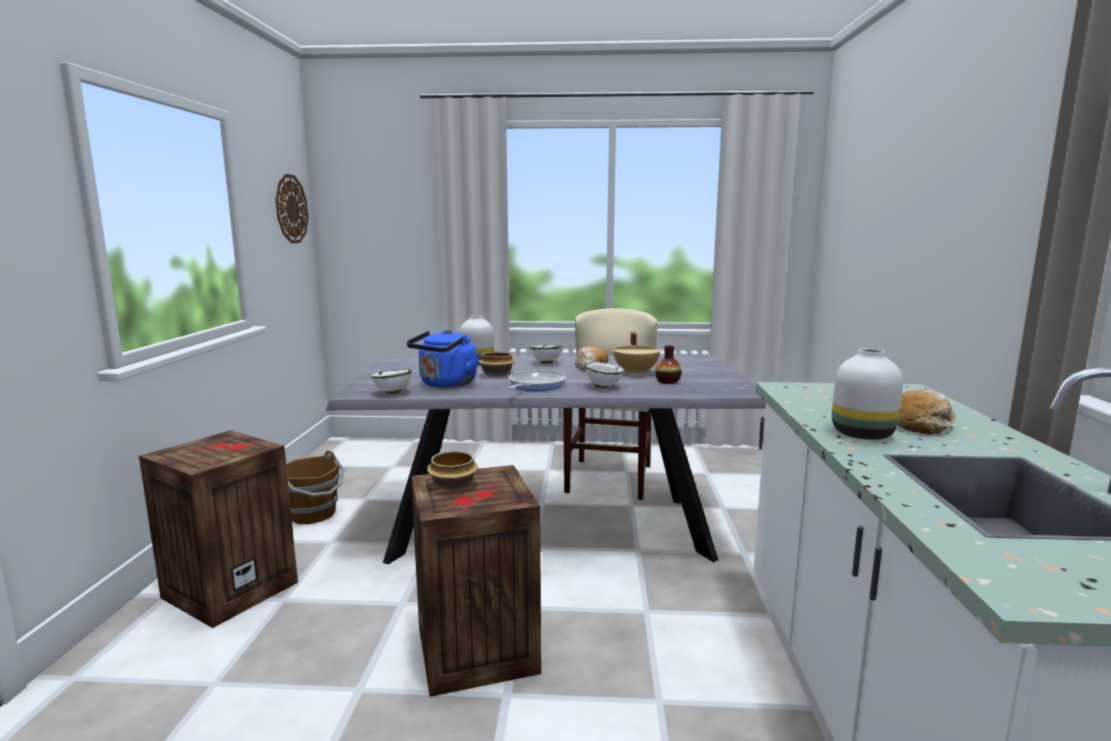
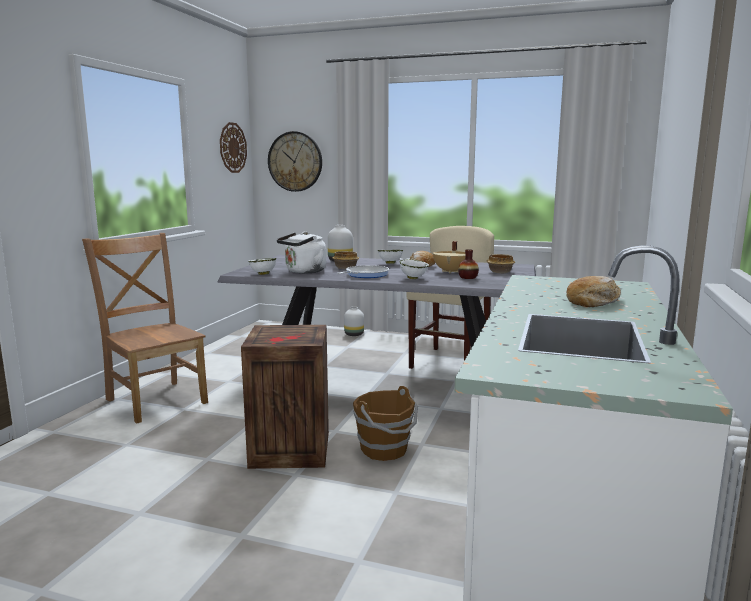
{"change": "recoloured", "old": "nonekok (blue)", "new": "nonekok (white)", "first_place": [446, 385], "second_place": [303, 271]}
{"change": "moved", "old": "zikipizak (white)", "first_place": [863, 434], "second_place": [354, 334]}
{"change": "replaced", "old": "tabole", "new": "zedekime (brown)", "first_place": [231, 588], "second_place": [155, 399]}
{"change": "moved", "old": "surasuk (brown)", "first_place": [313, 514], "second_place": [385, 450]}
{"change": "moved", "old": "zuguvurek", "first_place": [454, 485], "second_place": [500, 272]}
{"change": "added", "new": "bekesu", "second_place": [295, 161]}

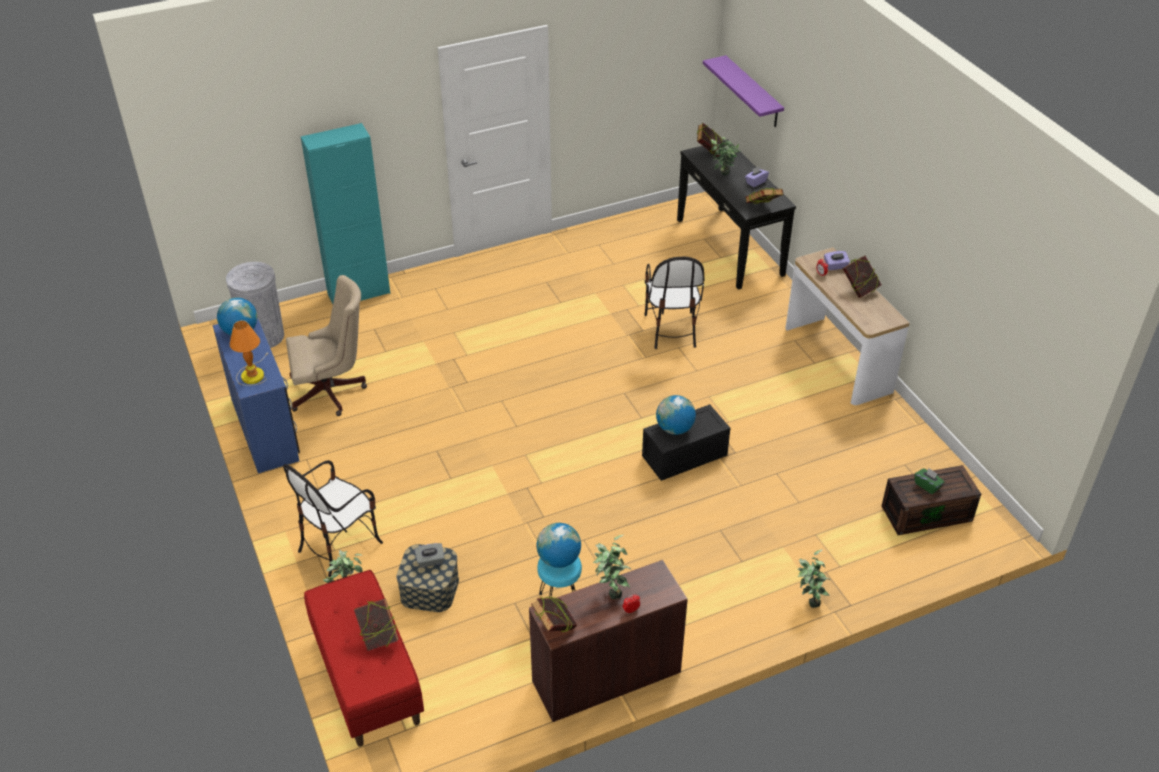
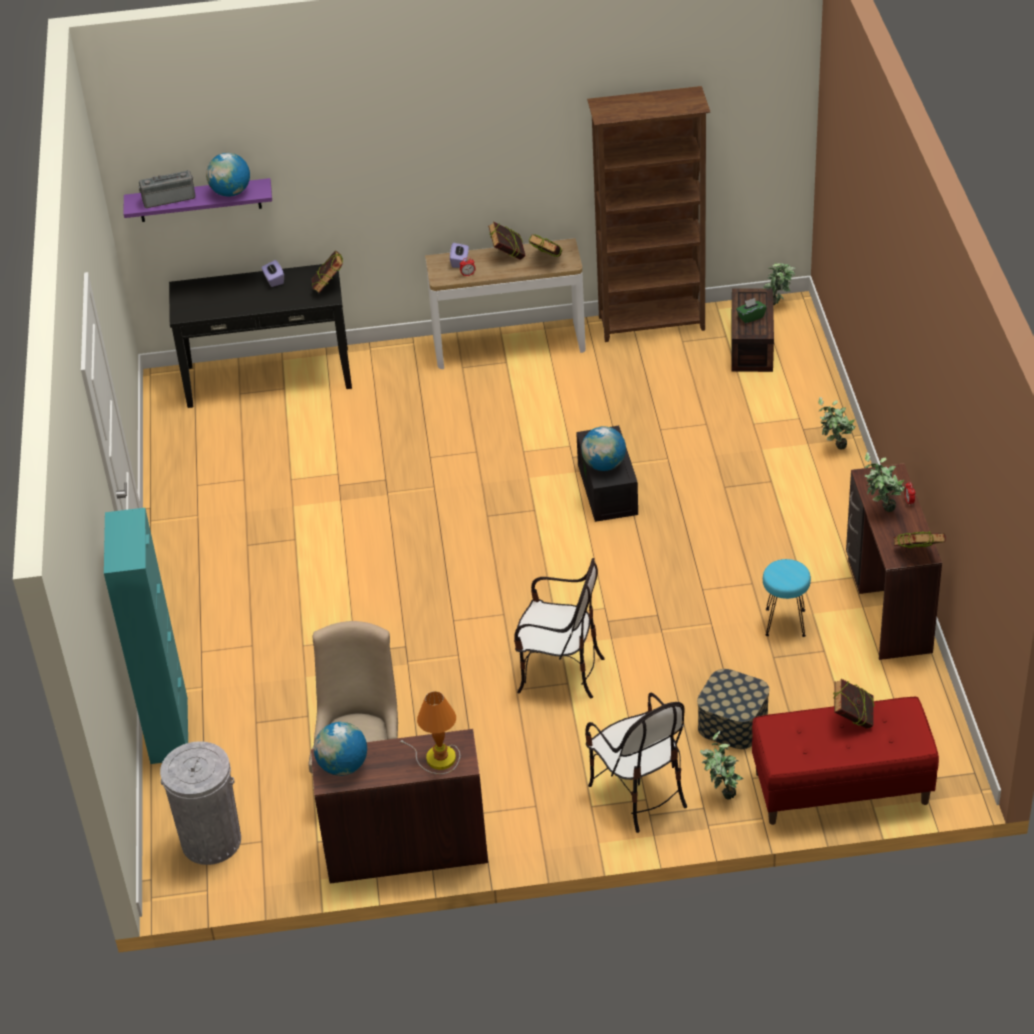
{"change": "moved", "old": "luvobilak", "first_place": [708, 152], "second_place": [546, 261]}
{"change": "moved", "old": "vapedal", "first_place": [723, 176], "second_place": [777, 305]}
{"change": "moved", "old": "zedekime", "first_place": [671, 330], "second_place": [559, 673]}
{"change": "recoloured", "old": "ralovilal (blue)", "new": "ralovilal (brown)", "first_place": [266, 428], "second_place": [405, 849]}
{"change": "moved", "old": "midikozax", "first_place": [558, 559], "second_place": [231, 192]}
{"change": "removed", "old": "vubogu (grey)", "first_place": [430, 561]}
{"change": "added", "new": "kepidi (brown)", "second_place": [652, 324]}
{"change": "added", "new": "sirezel", "second_place": [168, 198]}

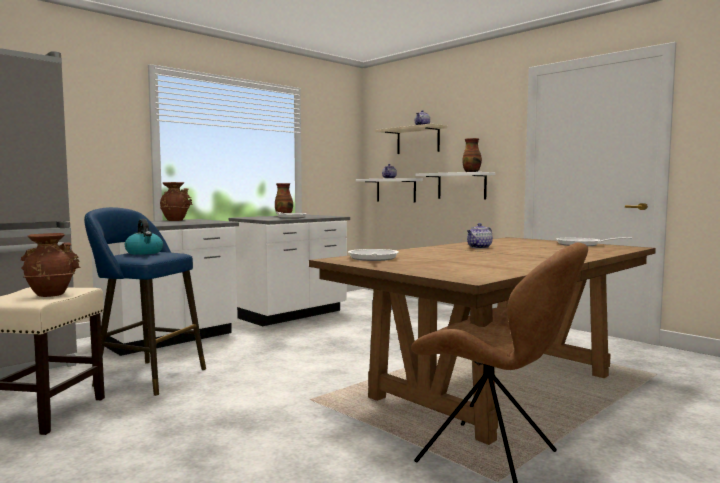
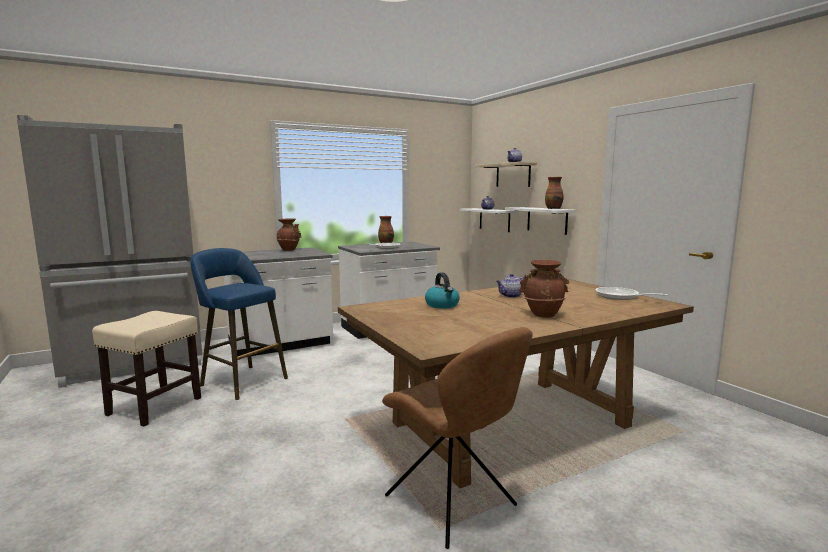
{"change": "moved", "old": "nonekok", "first_place": [144, 253], "second_place": [442, 305]}
{"change": "moved", "old": "zikipizak (brown)", "first_place": [50, 294], "second_place": [543, 314]}
{"change": "removed", "old": "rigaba", "first_place": [372, 259]}

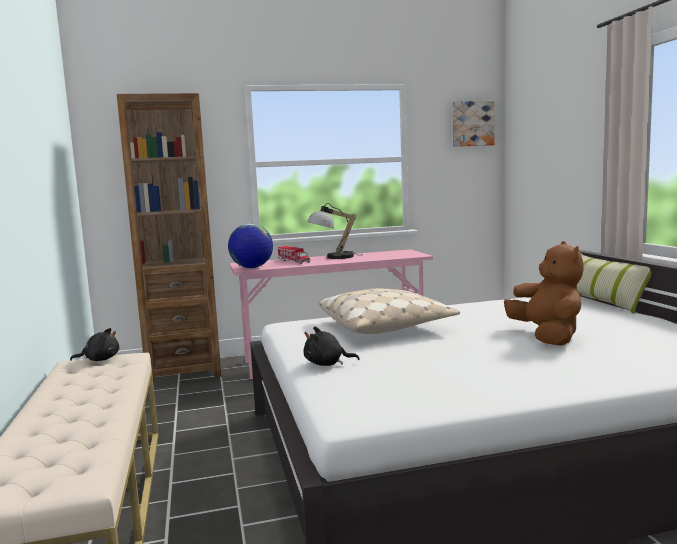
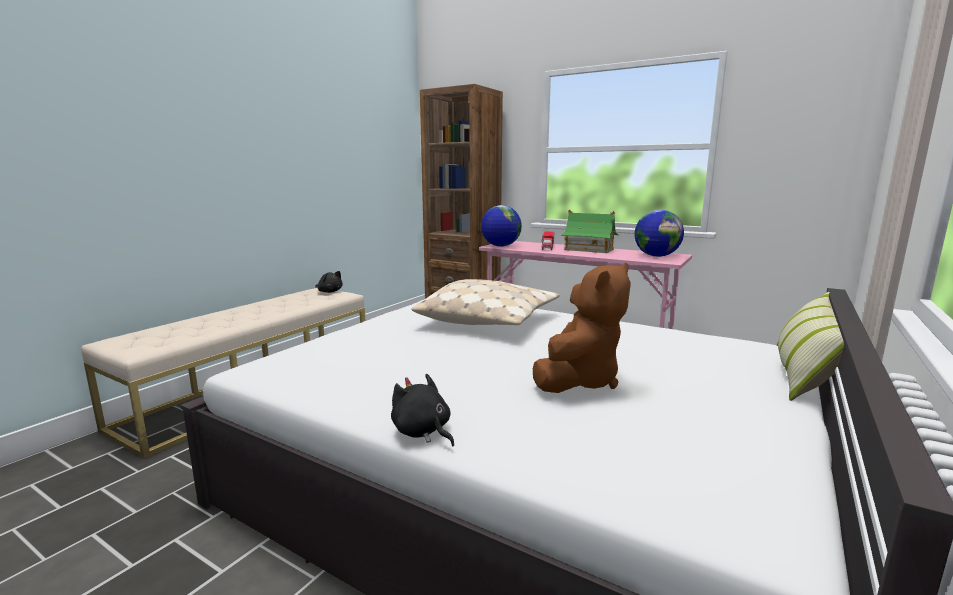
{"change": "removed", "old": "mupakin", "first_place": [472, 124]}
{"change": "replaced", "old": "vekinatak", "new": "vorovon", "first_place": [333, 257], "second_place": [588, 249]}
{"change": "moved", "old": "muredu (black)", "first_place": [327, 364], "second_place": [423, 432]}
{"change": "added", "new": "midikozax", "second_place": [656, 256]}

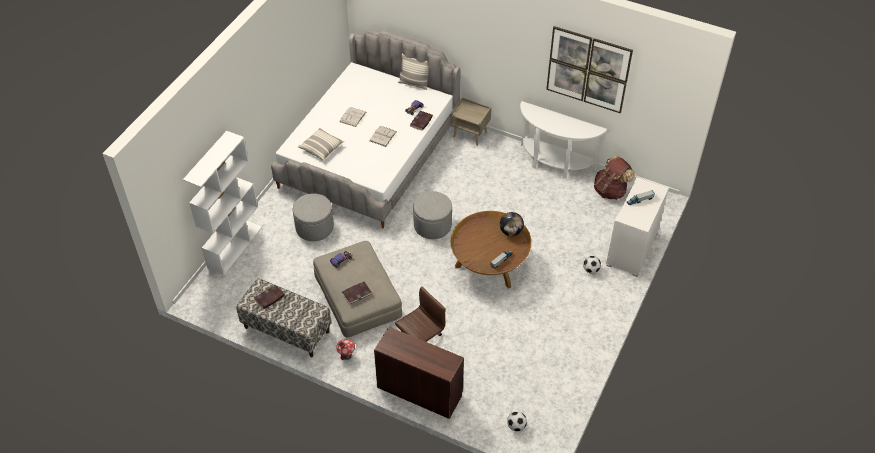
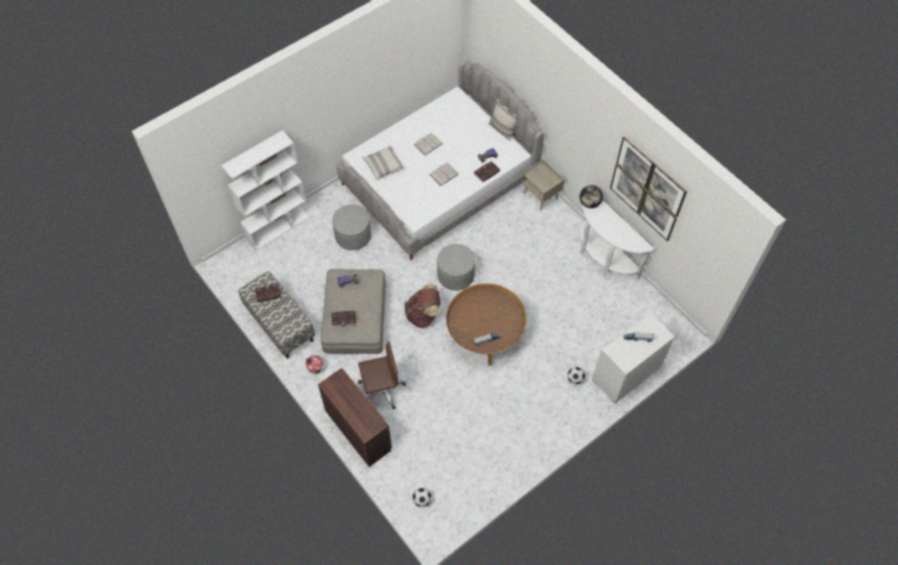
{"change": "moved", "old": "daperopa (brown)", "first_place": [610, 191], "second_place": [423, 314]}
{"change": "moved", "old": "midikozax", "first_place": [511, 232], "second_place": [589, 203]}

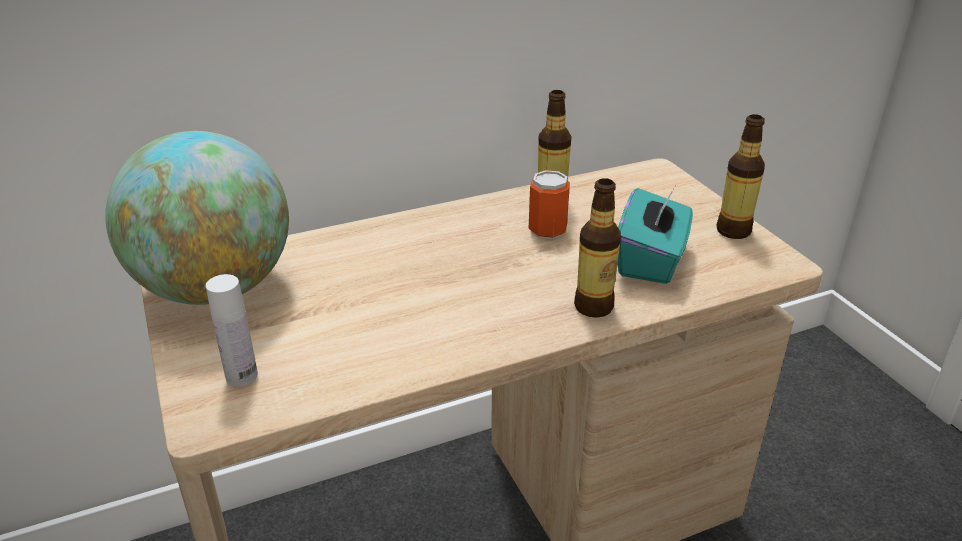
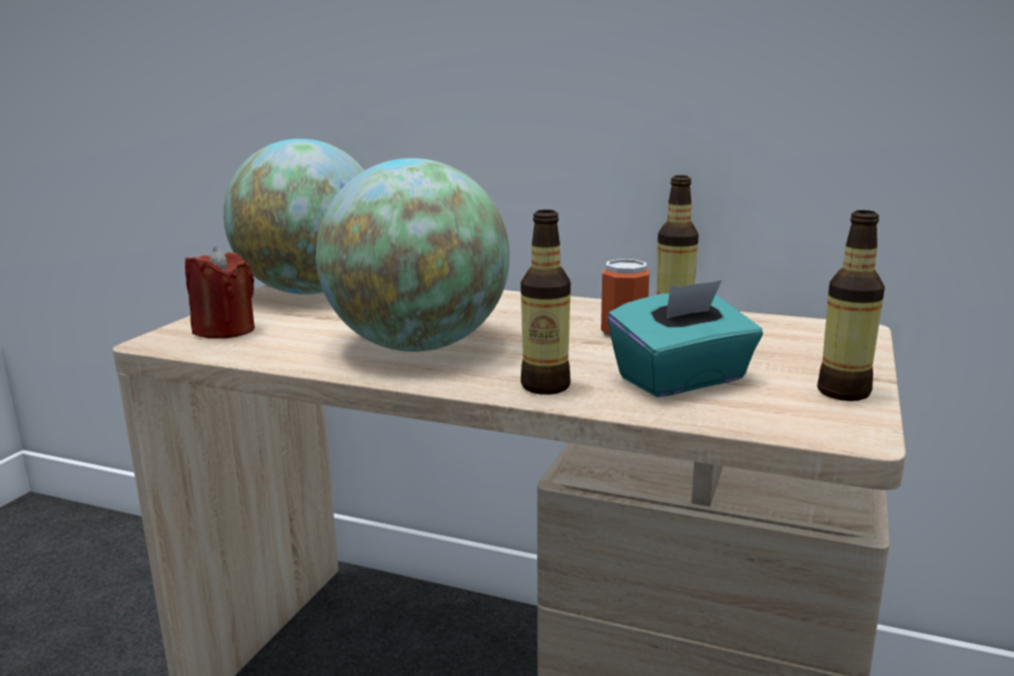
{"change": "replaced", "old": "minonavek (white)", "new": "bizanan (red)", "first_place": [241, 376], "second_place": [225, 330]}
{"change": "added", "new": "midikozax", "second_place": [418, 346]}

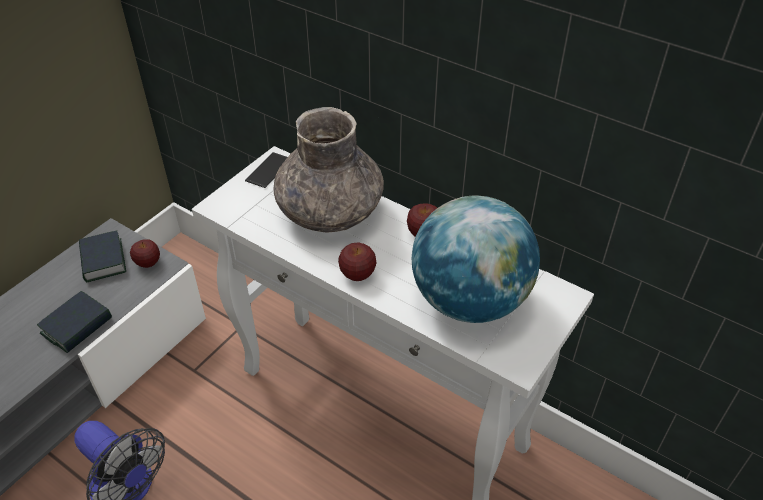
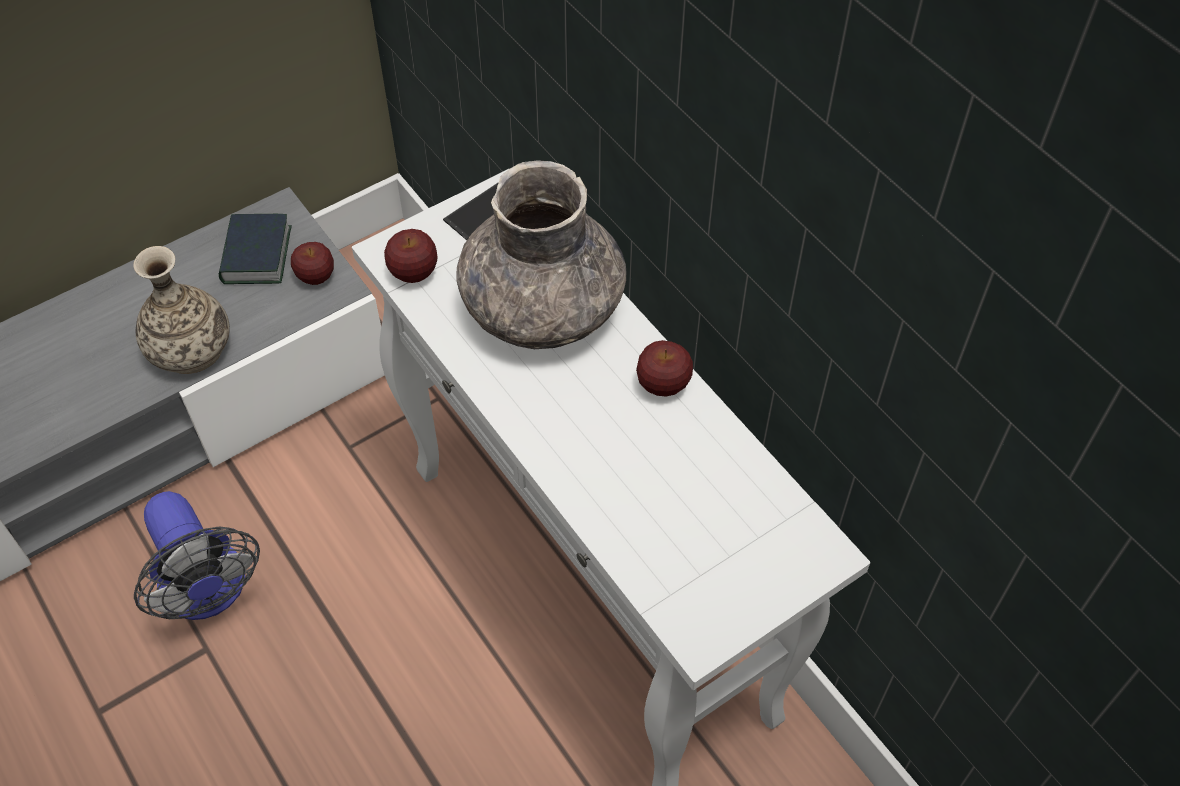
{"change": "removed", "old": "midikozax", "first_place": [470, 300]}
{"change": "moved", "old": "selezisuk", "first_place": [357, 274], "second_place": [413, 272]}
{"change": "replaced", "old": "luvobilak", "new": "zikipizak", "first_place": [77, 326], "second_place": [191, 349]}

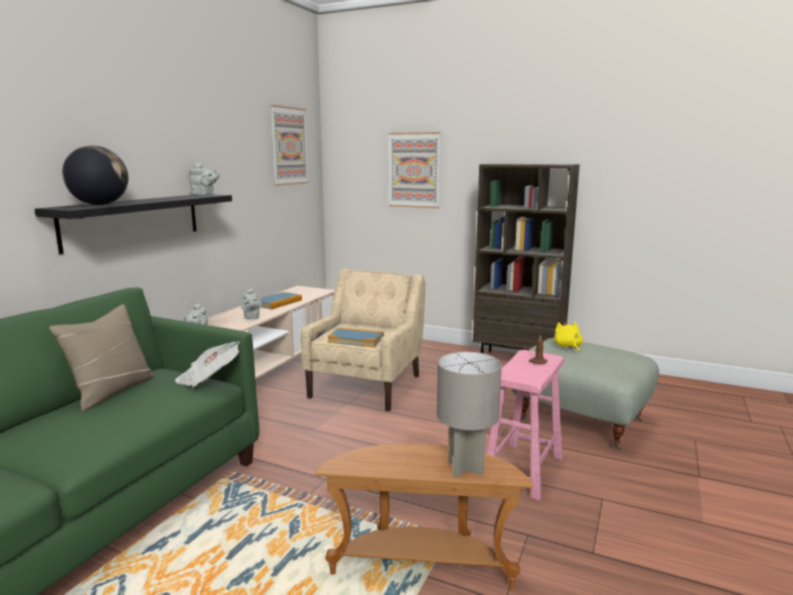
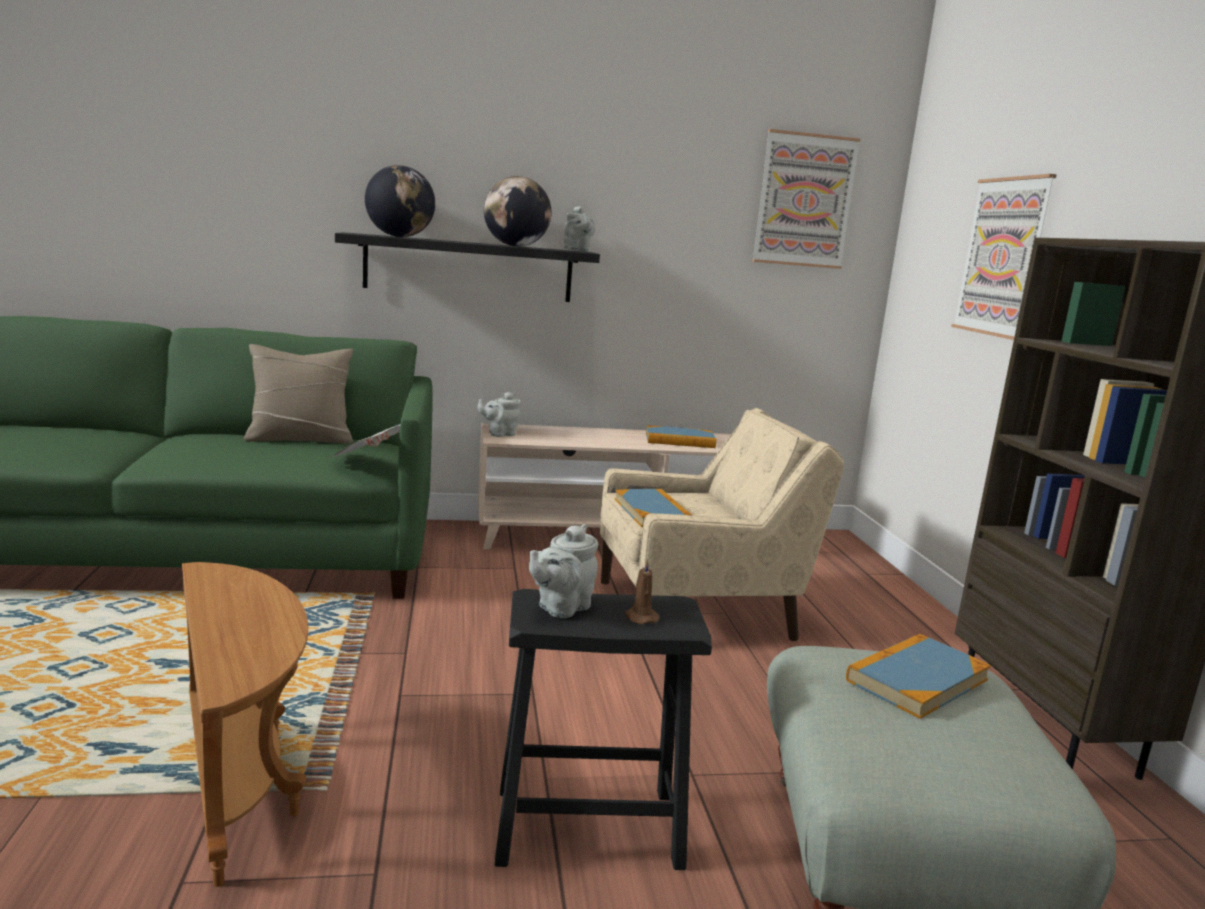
{"change": "moved", "old": "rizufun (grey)", "first_place": [251, 317], "second_place": [561, 608]}
{"change": "replaced", "old": "muredu (yellow)", "new": "luvobilak", "first_place": [568, 347], "second_place": [917, 680]}
{"change": "recoloured", "old": "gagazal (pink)", "new": "gagazal (black)", "first_place": [523, 470], "second_place": [588, 826]}
{"change": "removed", "old": "vekinatak (grey)", "first_place": [465, 467]}
{"change": "added", "new": "midikozax", "second_place": [515, 246]}

